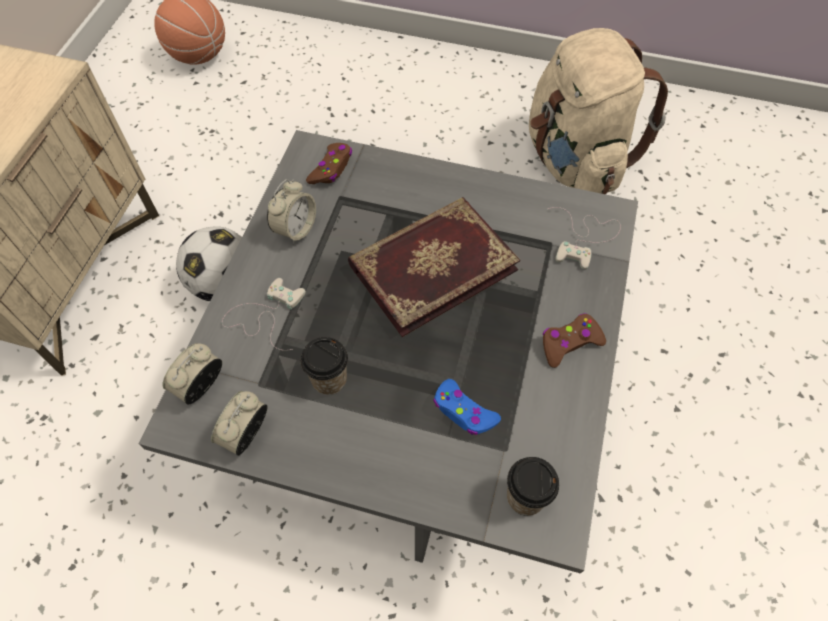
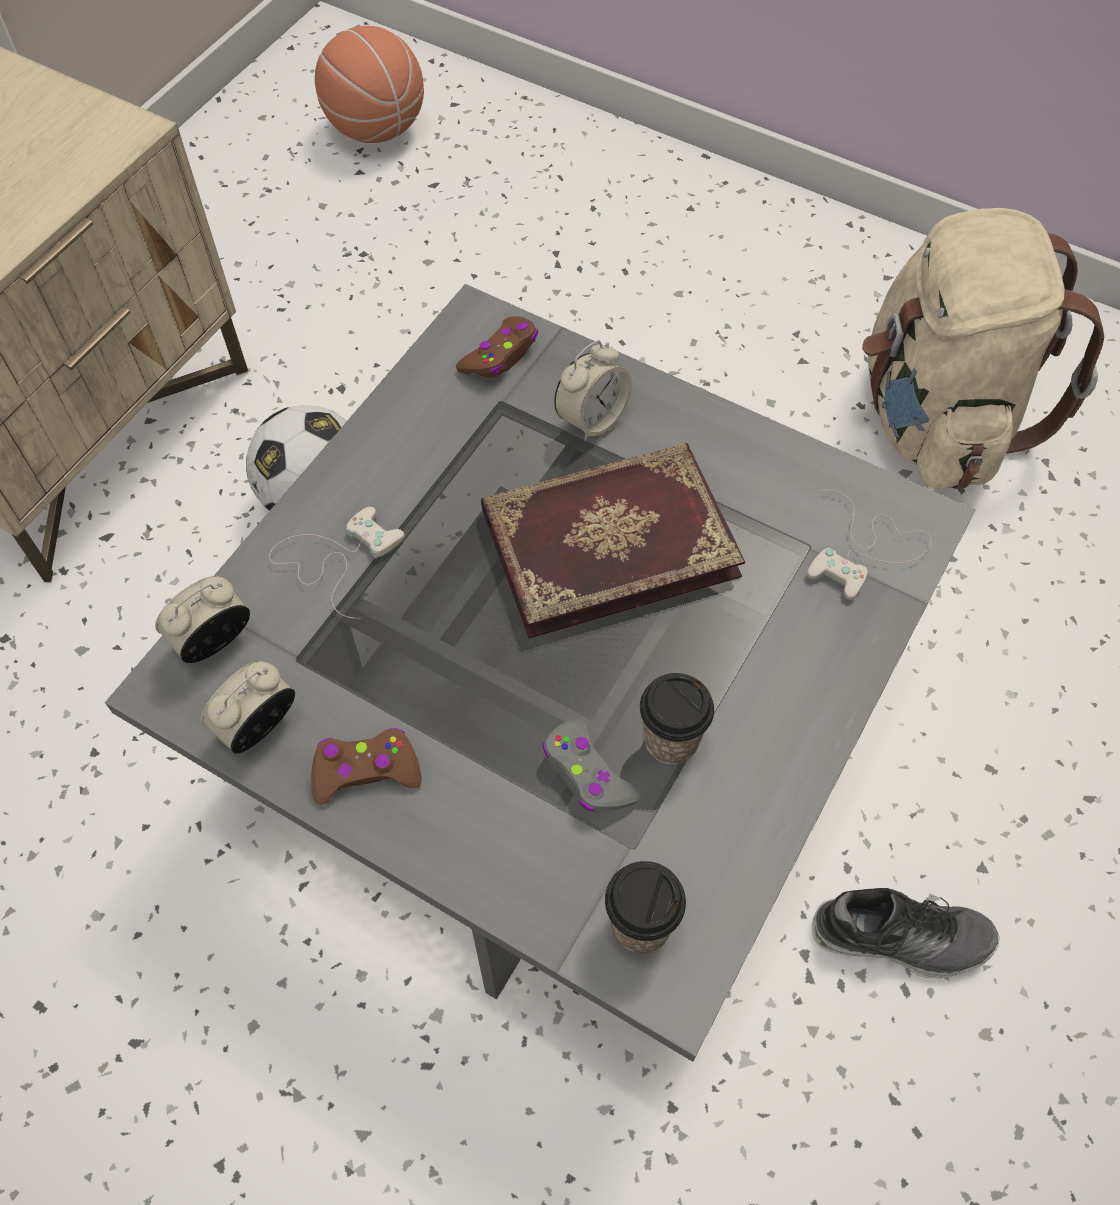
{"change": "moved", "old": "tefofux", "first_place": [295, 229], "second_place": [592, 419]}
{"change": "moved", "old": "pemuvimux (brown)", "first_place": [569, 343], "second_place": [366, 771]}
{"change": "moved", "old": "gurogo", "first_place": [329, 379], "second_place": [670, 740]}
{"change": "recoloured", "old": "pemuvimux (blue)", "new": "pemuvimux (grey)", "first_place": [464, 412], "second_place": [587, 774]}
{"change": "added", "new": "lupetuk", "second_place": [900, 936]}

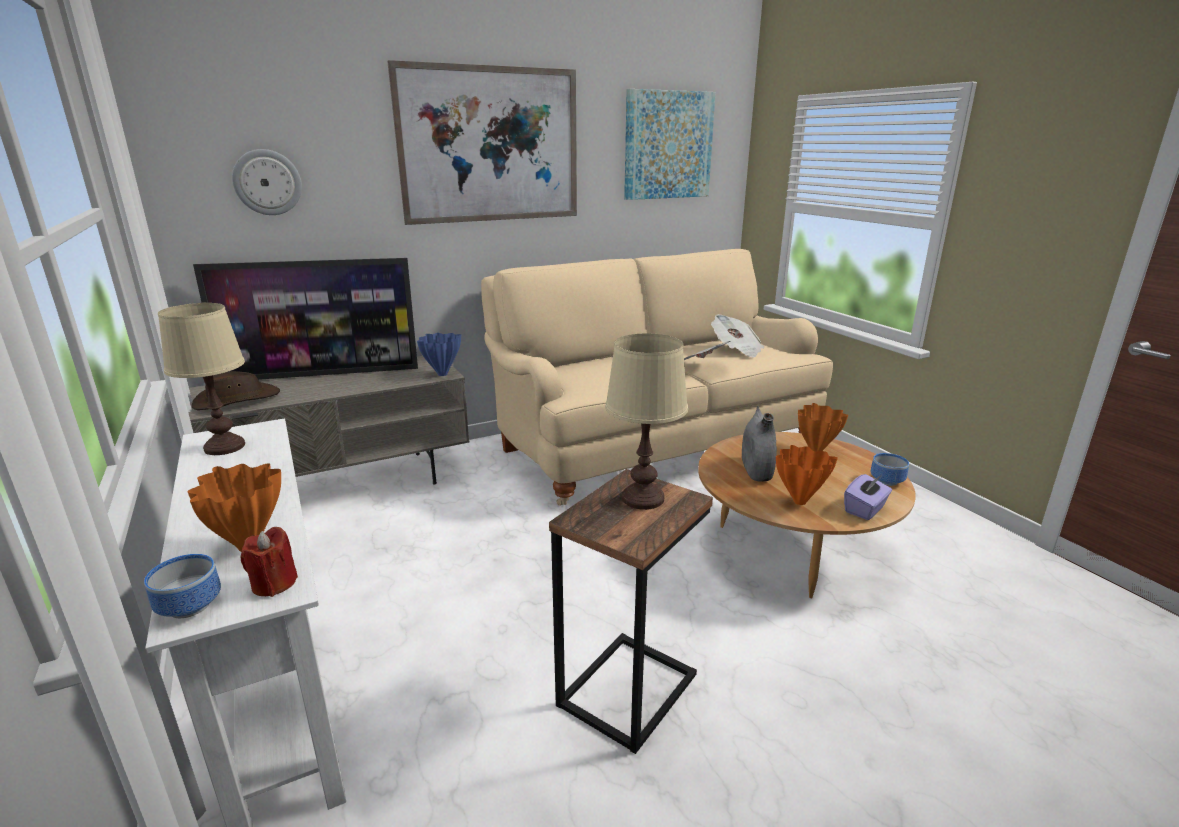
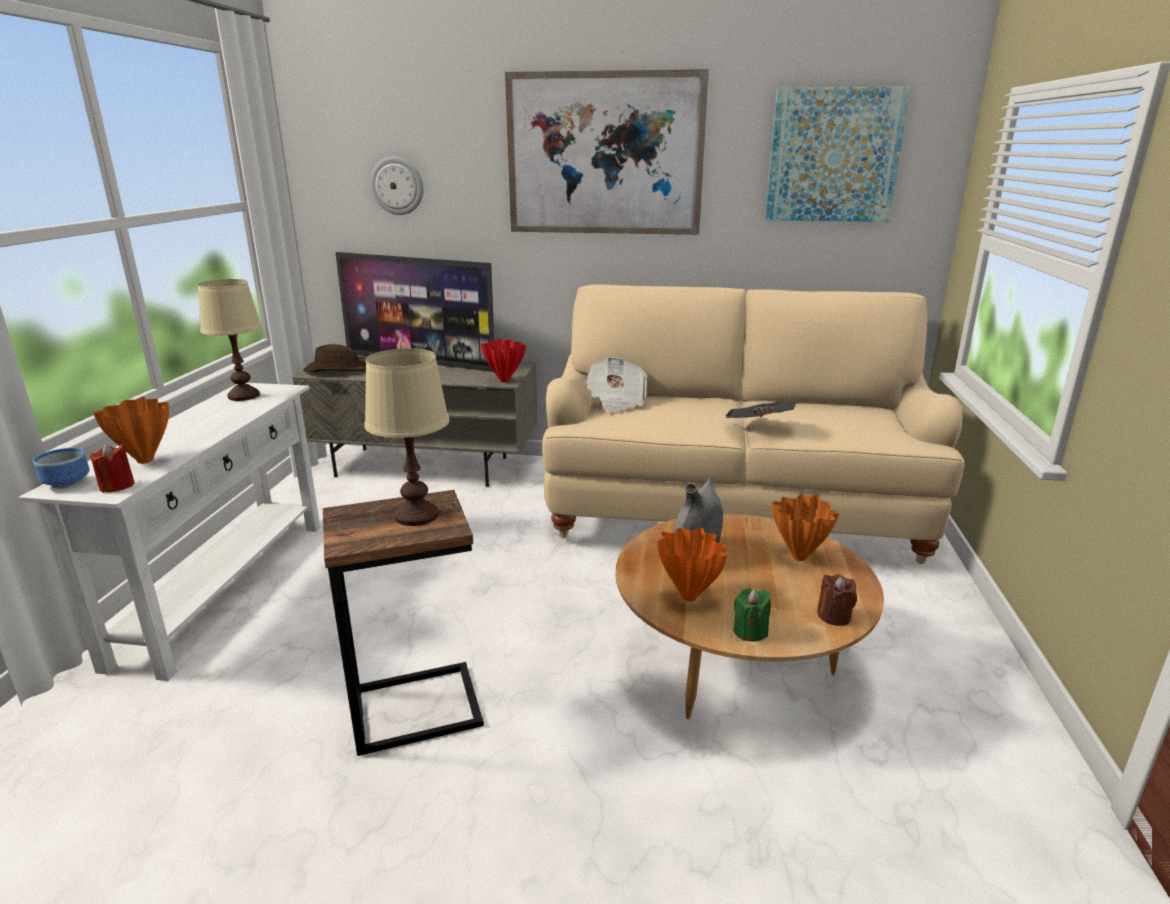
{"change": "moved", "old": "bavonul", "first_place": [736, 350], "second_place": [616, 402]}
{"change": "recoloured", "old": "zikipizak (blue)", "new": "zikipizak (red)", "first_place": [441, 374], "second_place": [503, 381]}
{"change": "replaced", "old": "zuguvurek", "new": "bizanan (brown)", "first_place": [887, 481], "second_place": [834, 616]}
{"change": "replaced", "old": "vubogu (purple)", "new": "bizanan (green)", "first_place": [865, 509], "second_place": [750, 632]}

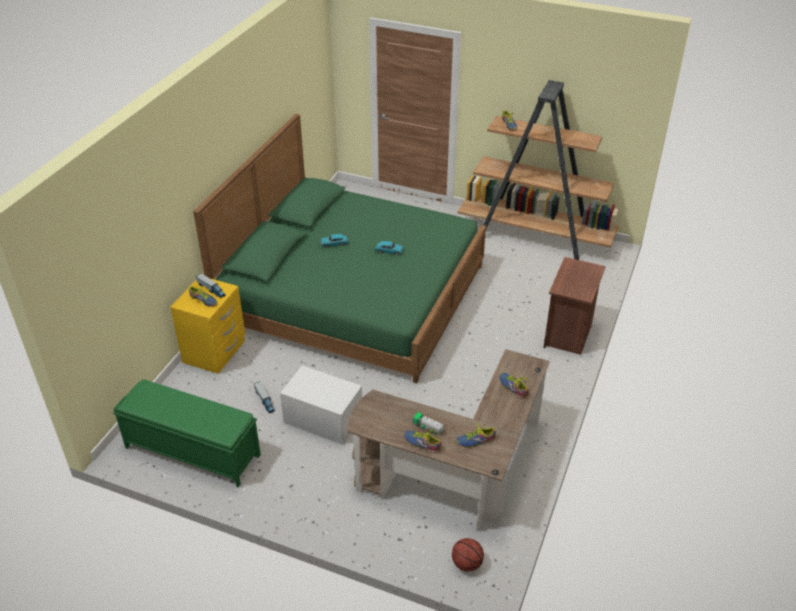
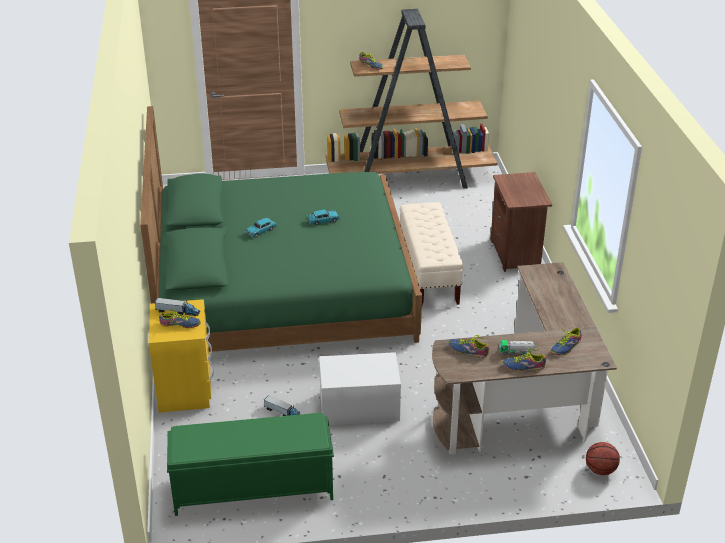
{"change": "moved", "old": "lupetuk", "first_place": [513, 387], "second_place": [468, 351]}
{"change": "added", "new": "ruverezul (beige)", "second_place": [428, 274]}

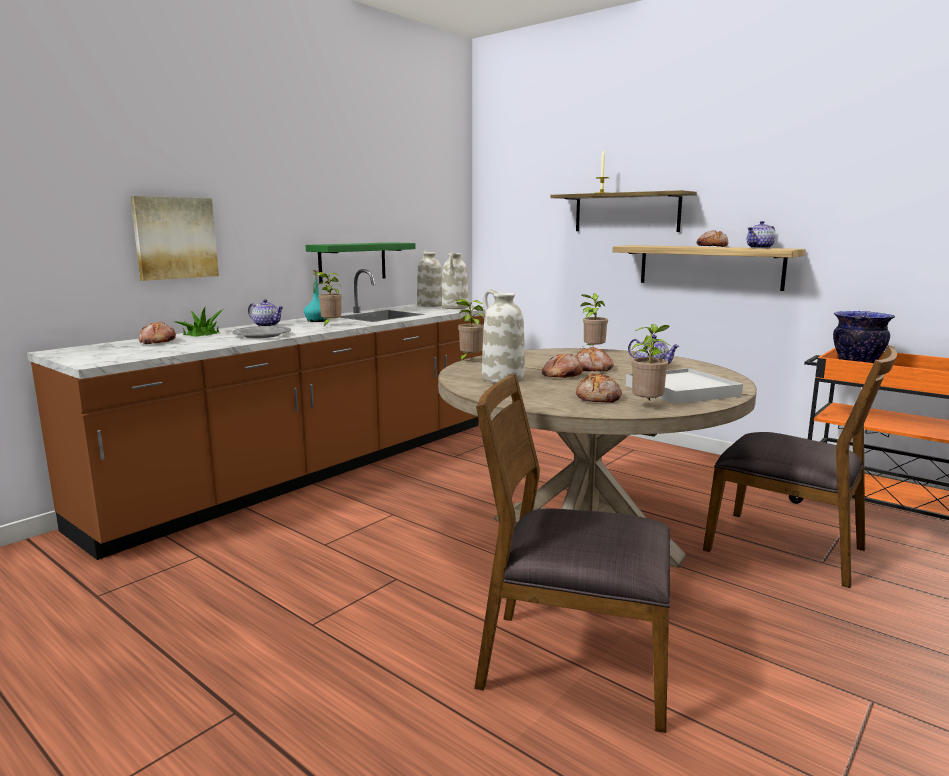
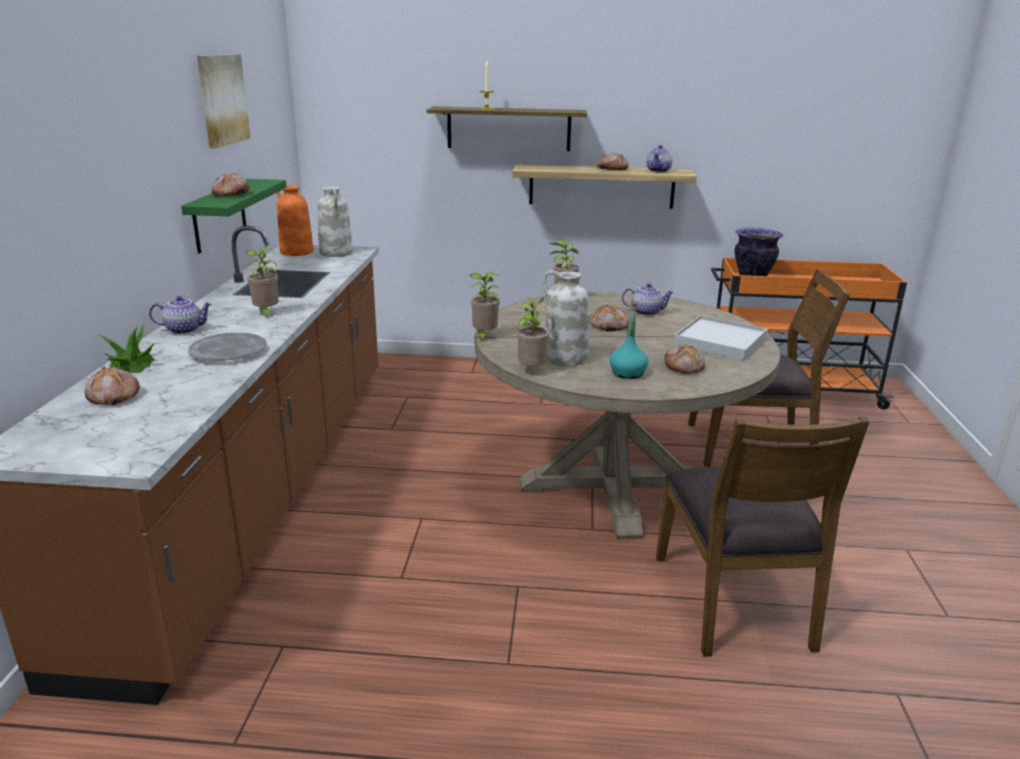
{"change": "moved", "old": "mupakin", "first_place": [175, 238], "second_place": [221, 99]}
{"change": "recoloured", "old": "zikipizak (white)", "new": "zikipizak (orange)", "first_place": [429, 305], "second_place": [296, 252]}
{"change": "moved", "old": "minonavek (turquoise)", "first_place": [317, 320], "second_place": [627, 373]}
{"change": "moved", "old": "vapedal", "first_place": [647, 406], "second_place": [531, 370]}
{"change": "moved", "old": "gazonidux", "first_place": [561, 375], "second_place": [230, 194]}
{"change": "turned", "old": "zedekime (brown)", "first_place": [574, 663], "second_place": [735, 601], "degrees": -75}

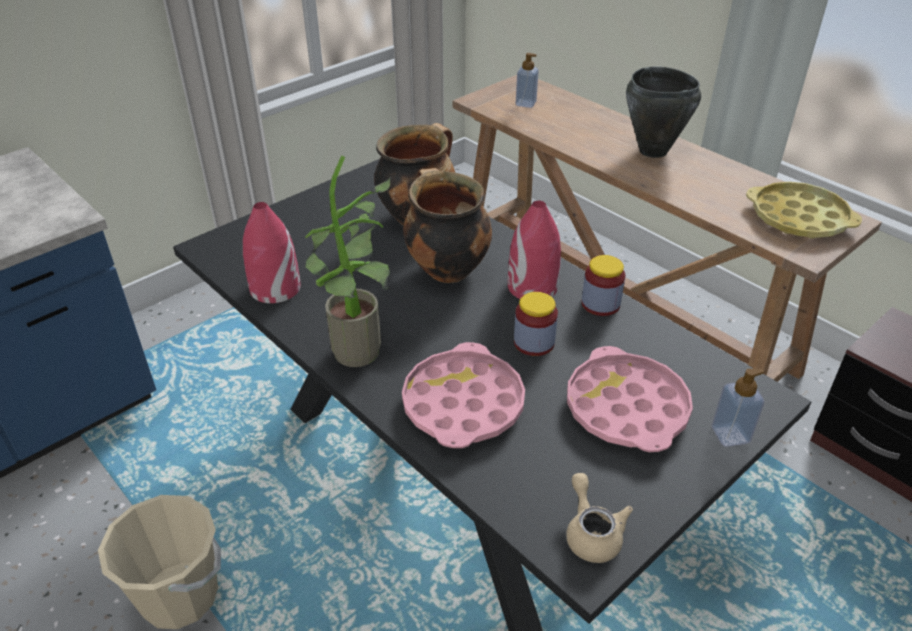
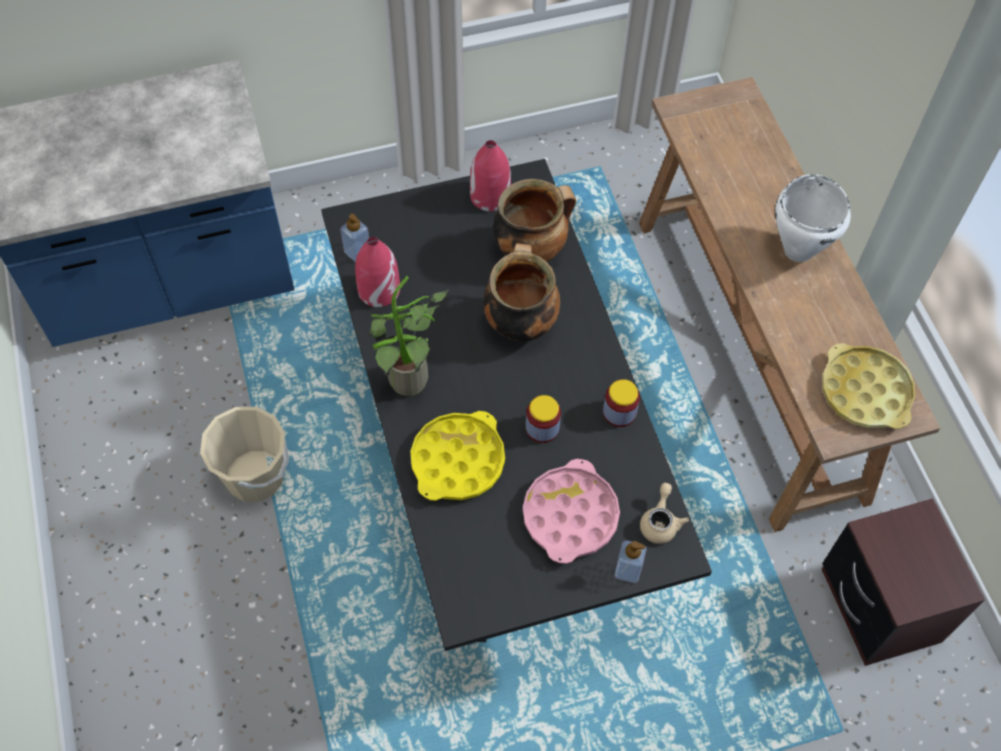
{"change": "moved", "old": "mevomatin", "first_place": [525, 103], "second_place": [357, 252]}
{"change": "recoloured", "old": "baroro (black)", "new": "baroro (white)", "first_place": [653, 151], "second_place": [797, 251]}
{"change": "moved", "old": "zikipizak (red)", "first_place": [532, 287], "second_place": [490, 196]}
{"change": "recoloured", "old": "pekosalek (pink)", "new": "pekosalek (yellow)", "first_place": [463, 404], "second_place": [457, 461]}
{"change": "moved", "old": "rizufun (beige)", "first_place": [592, 533], "second_place": [660, 522]}

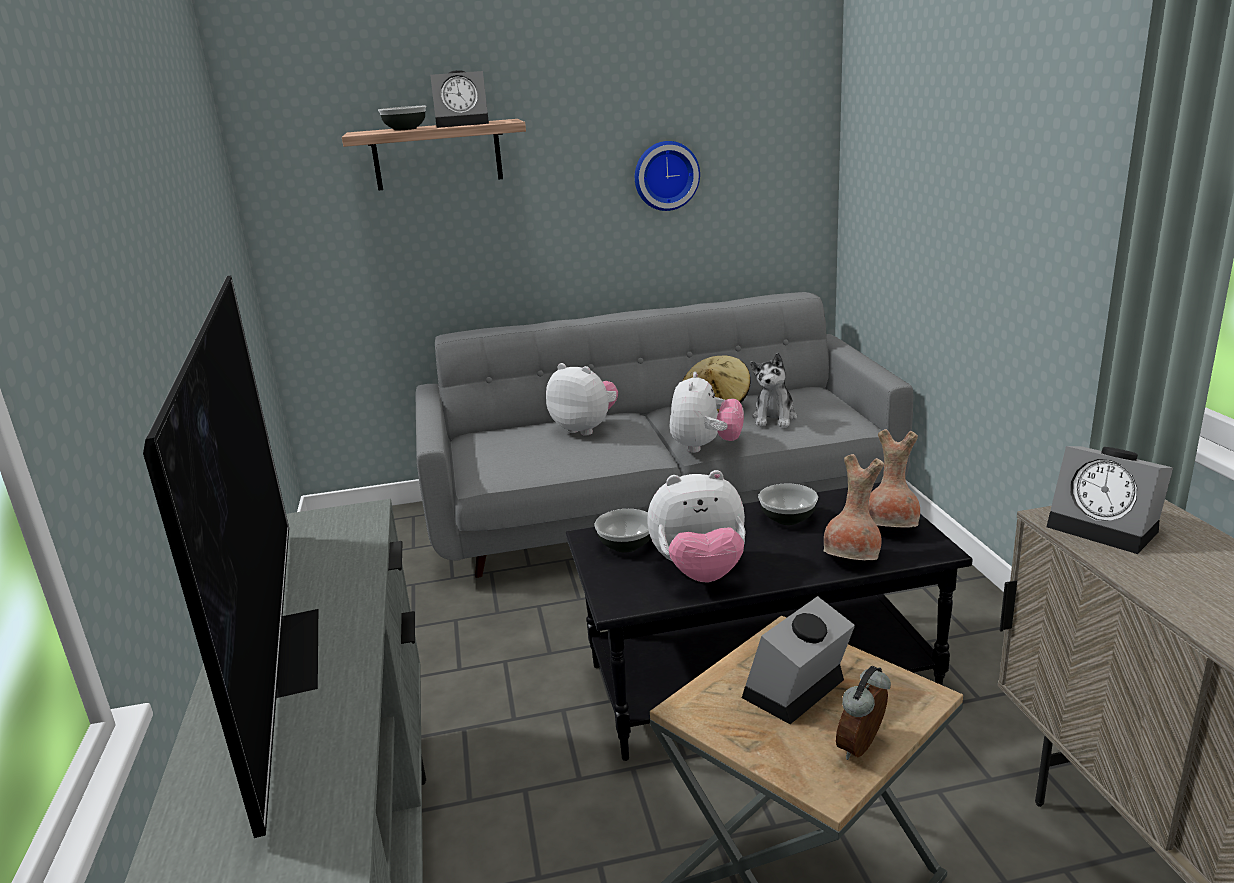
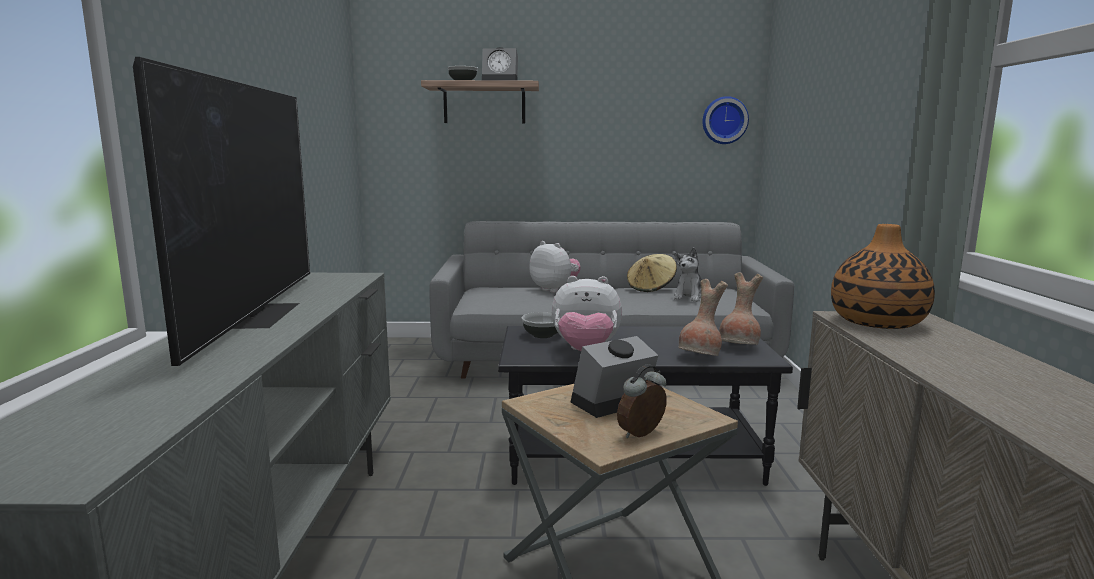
{"change": "moved", "old": "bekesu", "first_place": [665, 175], "second_place": [724, 120]}
{"change": "removed", "old": "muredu", "first_place": [705, 447]}
{"change": "replaced", "old": "tefofux", "new": "zikipizak", "first_place": [1107, 528], "second_place": [877, 322]}
{"change": "removed", "old": "zuguvurek", "first_place": [787, 519]}

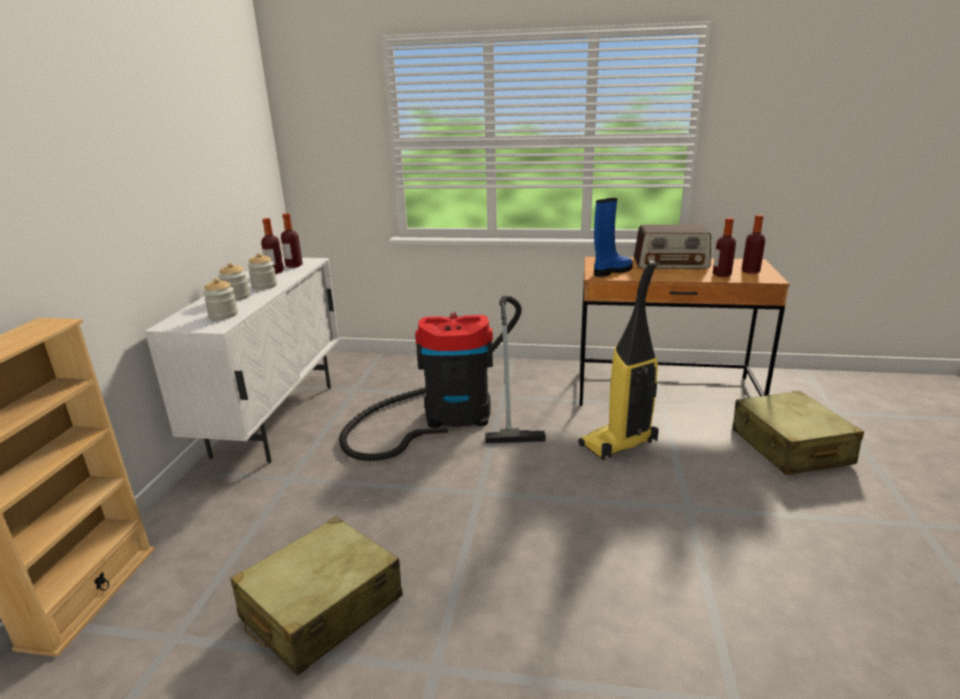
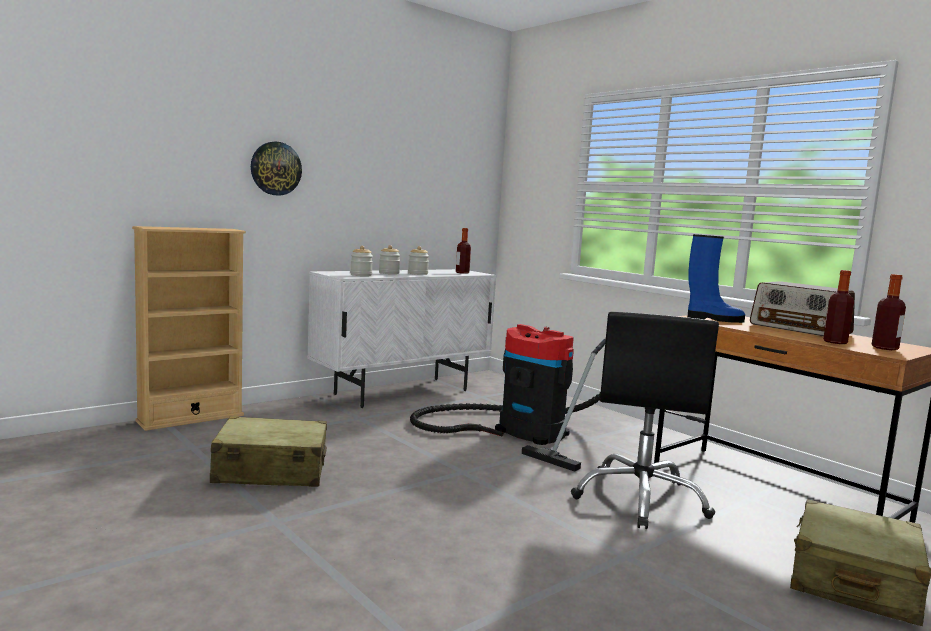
{"change": "removed", "old": "minonavek", "first_place": [275, 272]}
{"change": "replaced", "old": "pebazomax", "new": "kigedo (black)", "first_place": [618, 444], "second_place": [641, 499]}
{"change": "added", "new": "bekesu", "second_place": [276, 168]}

